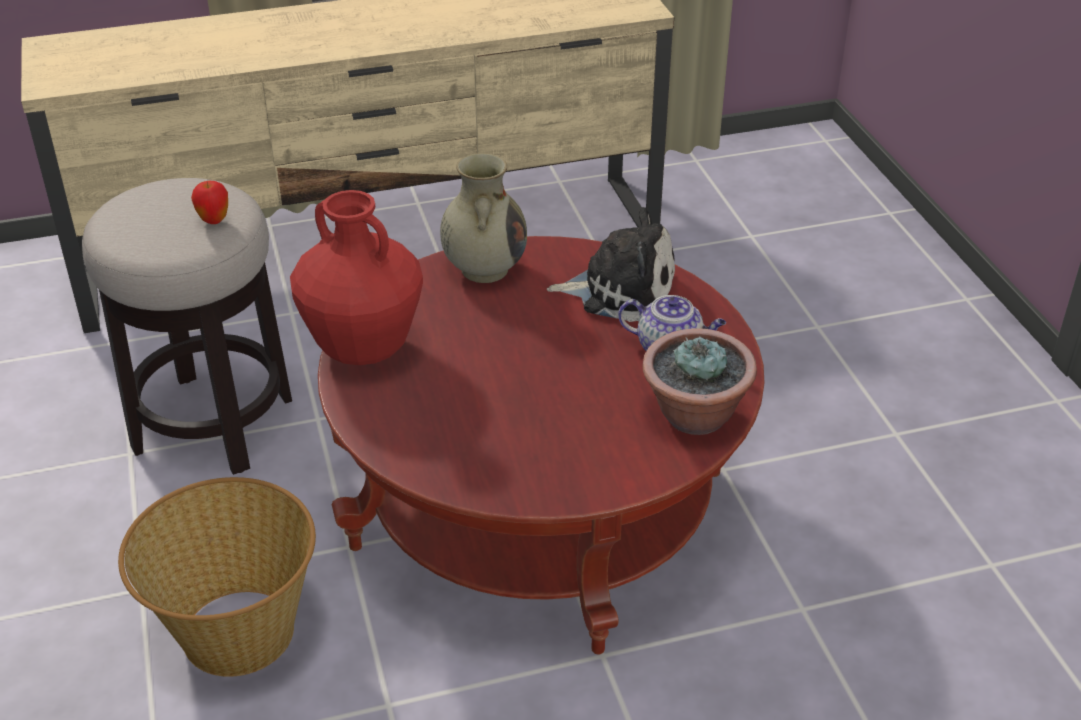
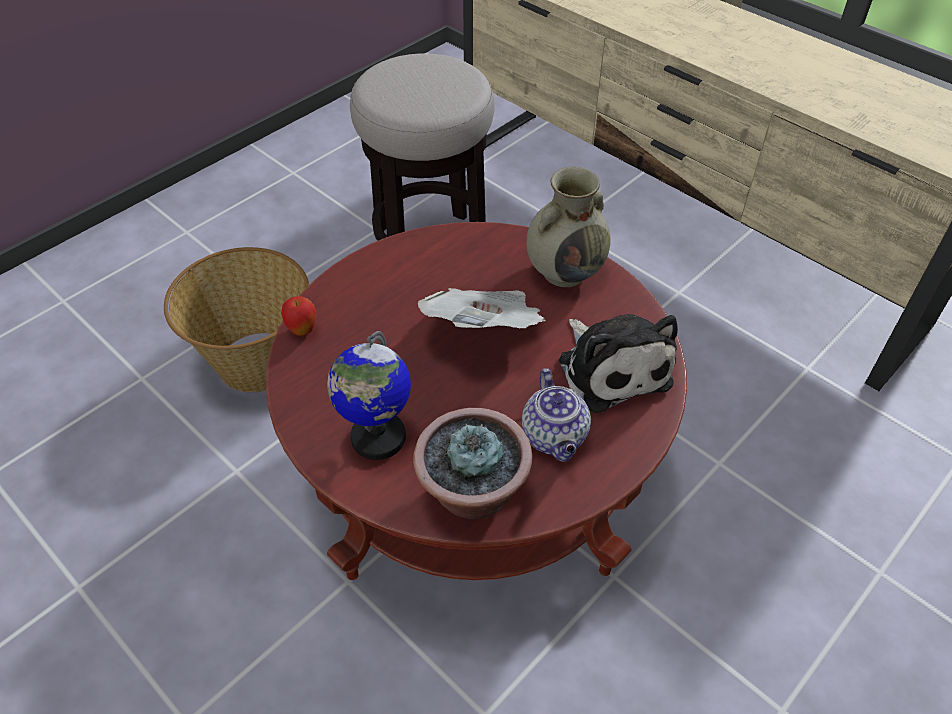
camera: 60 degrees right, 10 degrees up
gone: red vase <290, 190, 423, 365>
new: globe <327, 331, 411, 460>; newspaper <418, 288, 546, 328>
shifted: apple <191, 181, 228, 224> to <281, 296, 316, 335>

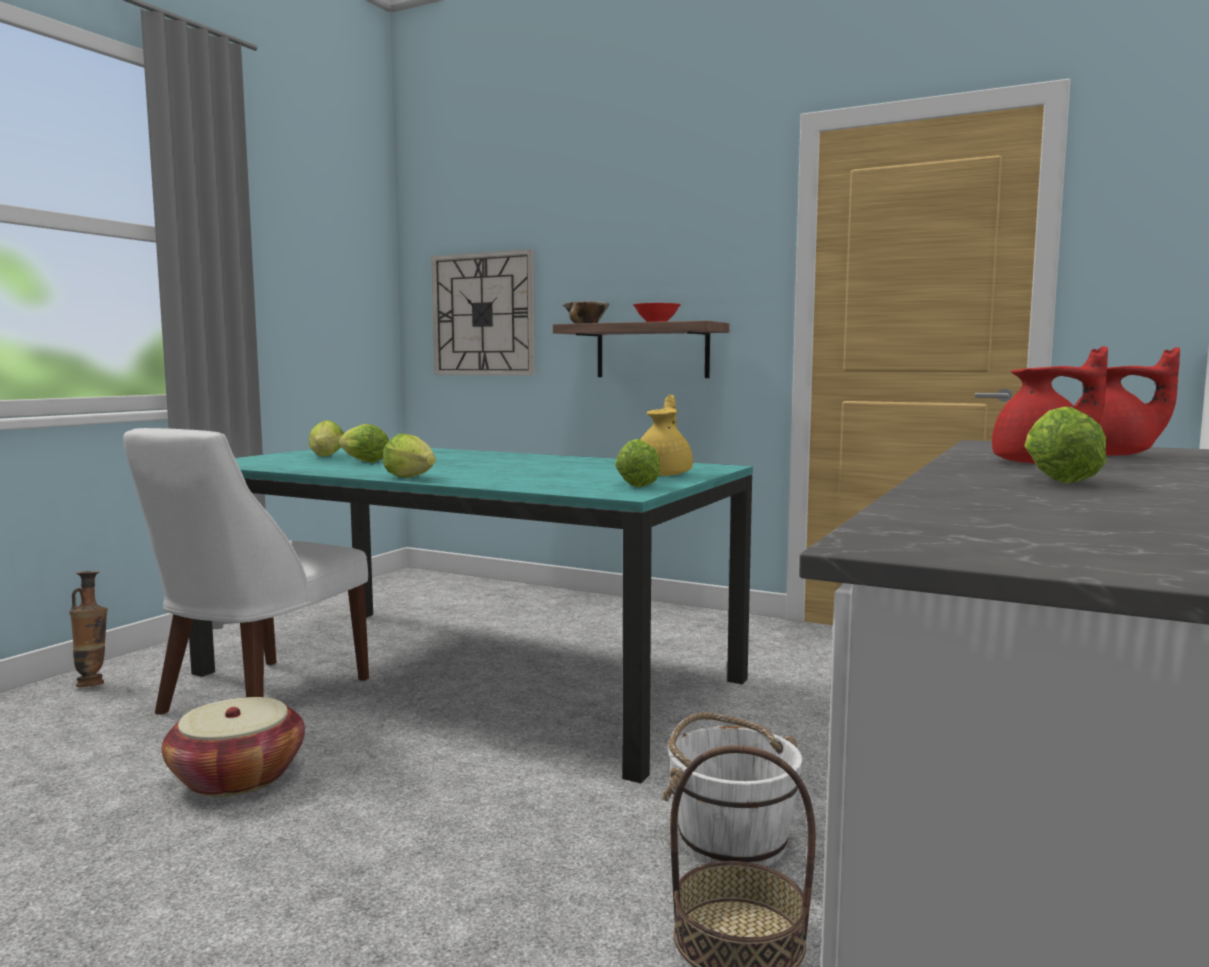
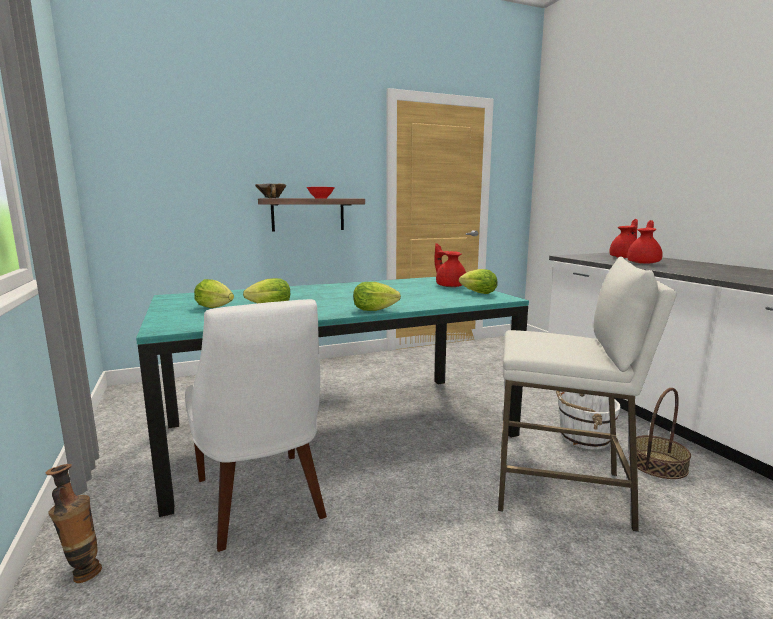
camera: 50 degrees left, 5 degrees up
gone: basket <162, 697, 305, 797>; wall clock <431, 250, 535, 375>; lettuce <1024, 407, 1106, 483>
new: white stool <498, 257, 677, 532>
repainted: yellow teapot <640, 394, 693, 476> to red teapot <435, 243, 466, 287>

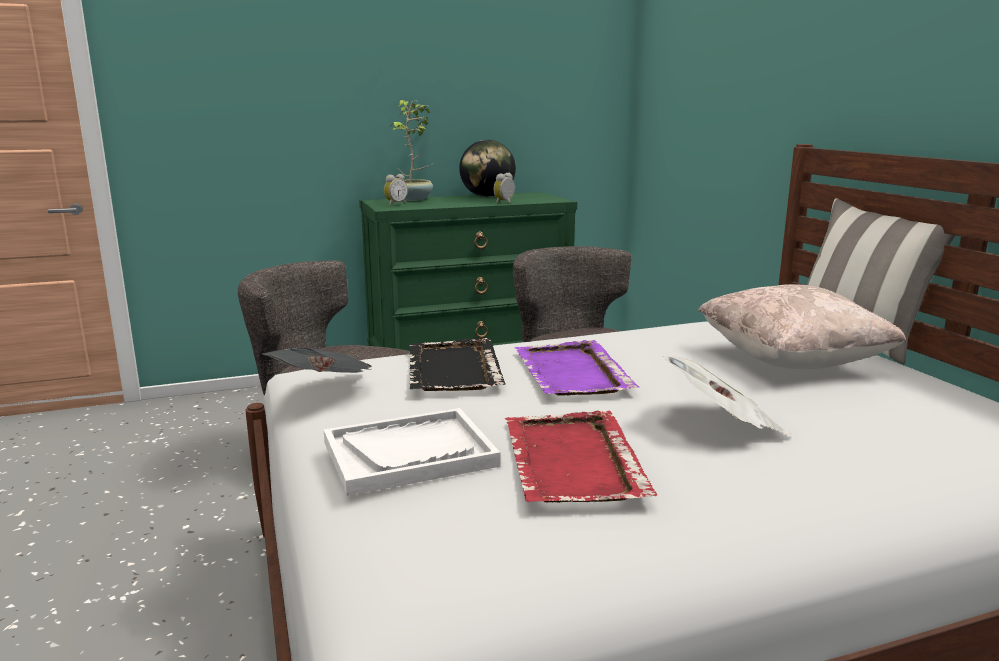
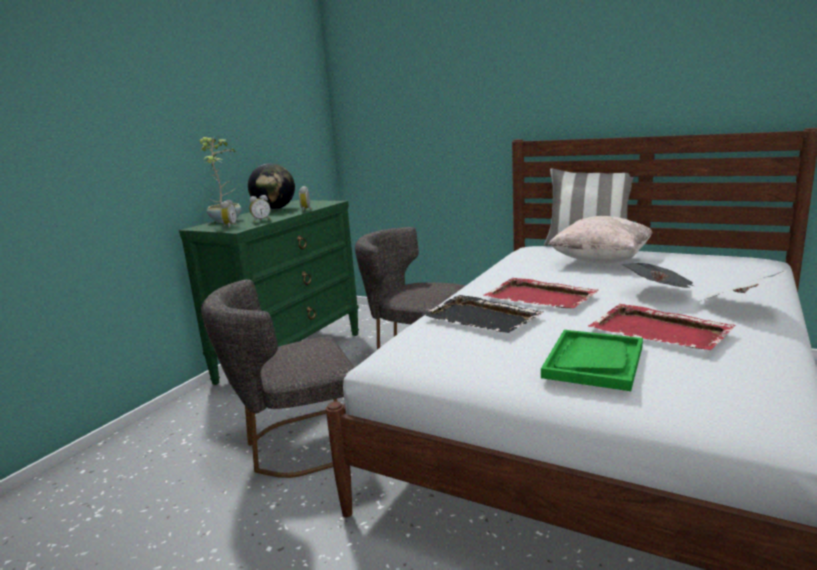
camera: 40 degrees left, 0 degrees up
new: alarm clock <249, 195, 271, 222>
shifted: newspaper <263, 348, 372, 373> to <701, 270, 787, 301>
repainted: white tray <323, 408, 501, 496> to green tray <541, 330, 643, 391>; purple tray <515, 340, 639, 396> to red tray <483, 278, 598, 309>

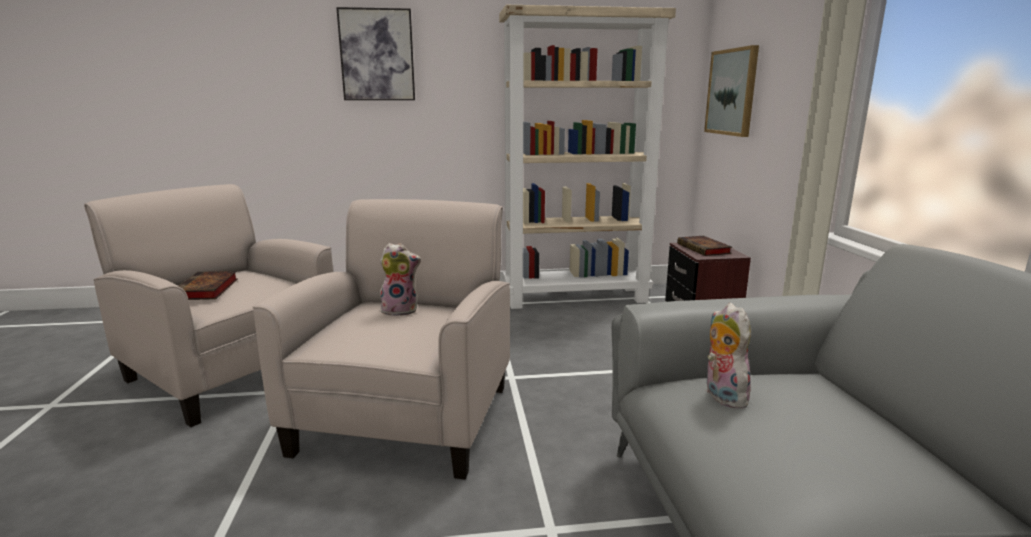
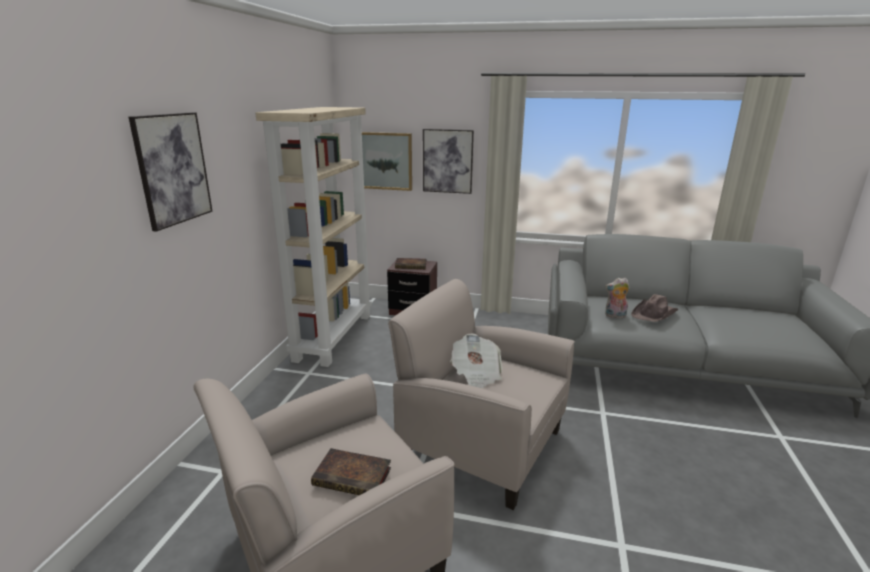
camera: 70 degrees left, 5 degrees up
new: picture <423, 129, 474, 194>; brown hat <631, 294, 678, 322>
swapped: plush toy <380, 243, 421, 316> to newspaper <451, 333, 502, 388>

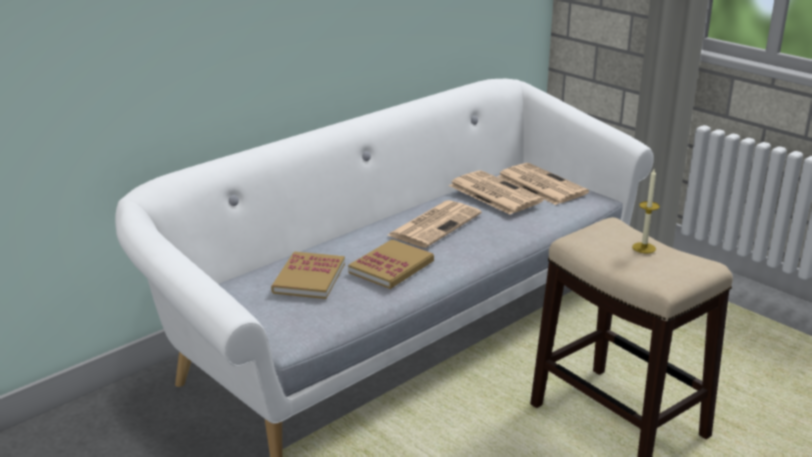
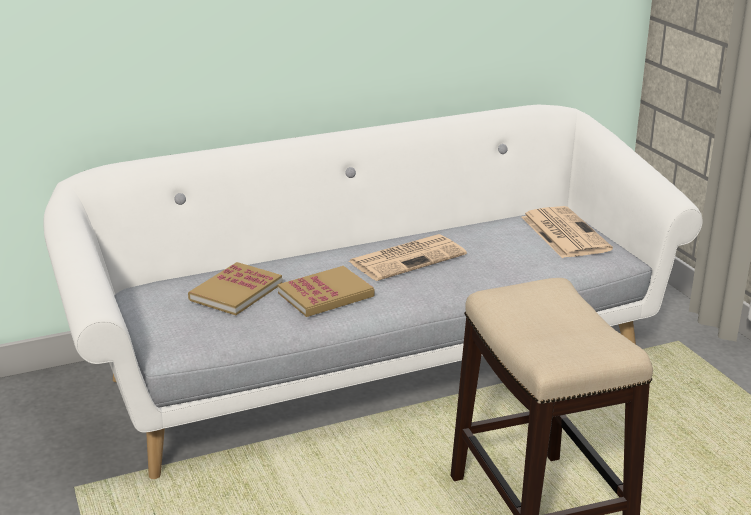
camera: 20 degrees right, 0 degrees up
gone: newspaper <449, 170, 544, 215>; candle <632, 169, 660, 253>

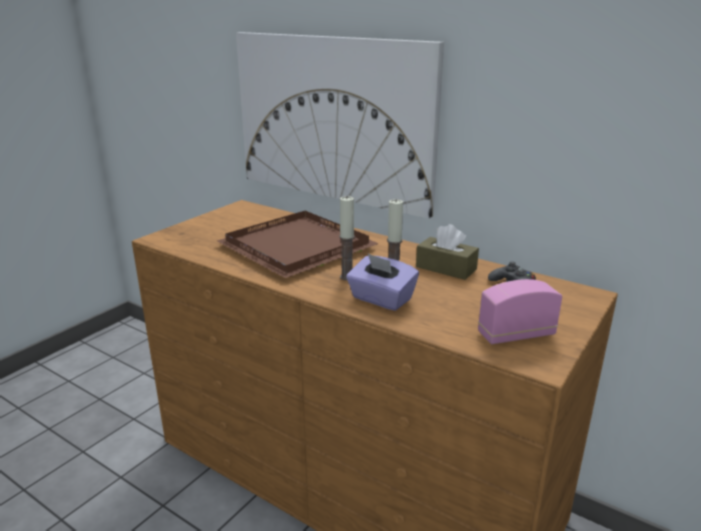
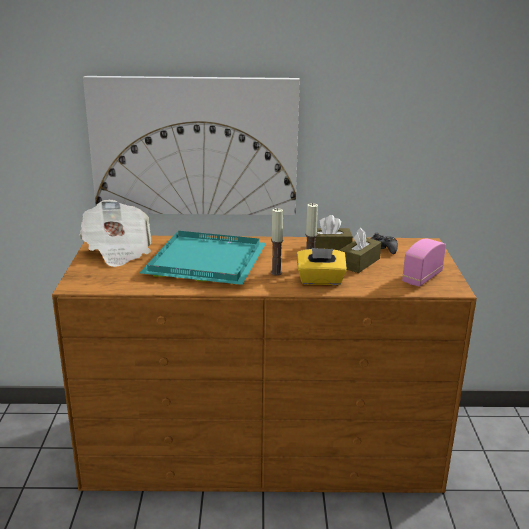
camera: 35 degrees left, 0 degrees up
new: newspaper <80, 200, 151, 267>; brown tissue box <340, 228, 381, 273>
repainted: brown tray <217, 211, 379, 278> to turquoise tray <140, 231, 266, 285>; purple tissue box <346, 254, 419, 311> to yellow tissue box <297, 248, 347, 285>

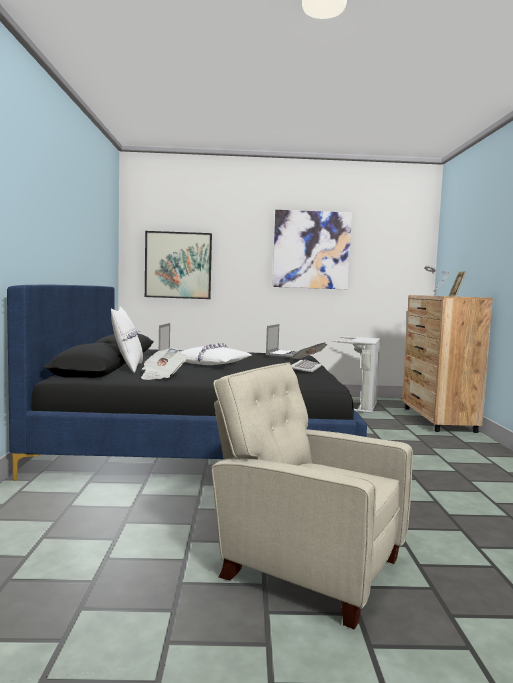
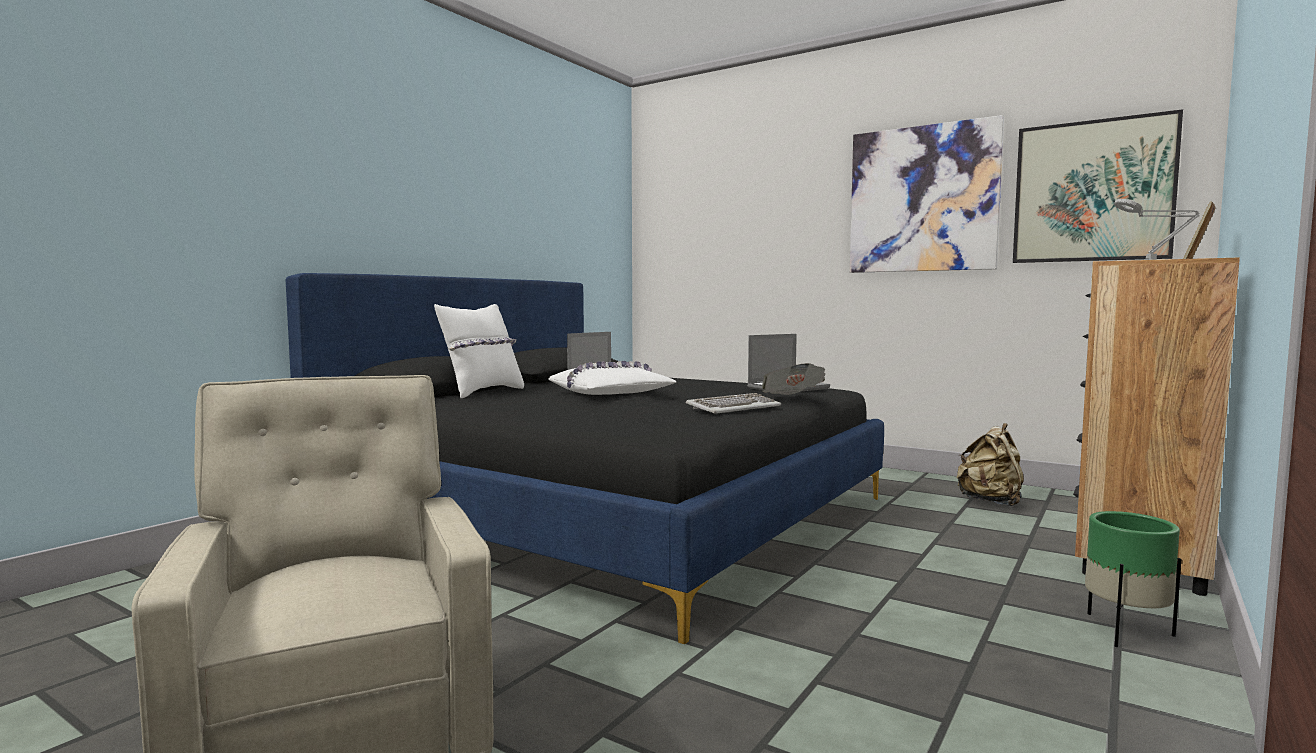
camera: 35 degrees right, 0 degrees up
gone: newspaper <141, 348, 187, 380>
new: green planter <1085, 511, 1181, 647>
shifted: picture <145, 231, 212, 299> to <1013, 109, 1183, 263>
swapped: grey laundry basket <332, 336, 380, 413> to beige backpack <956, 423, 1024, 506>

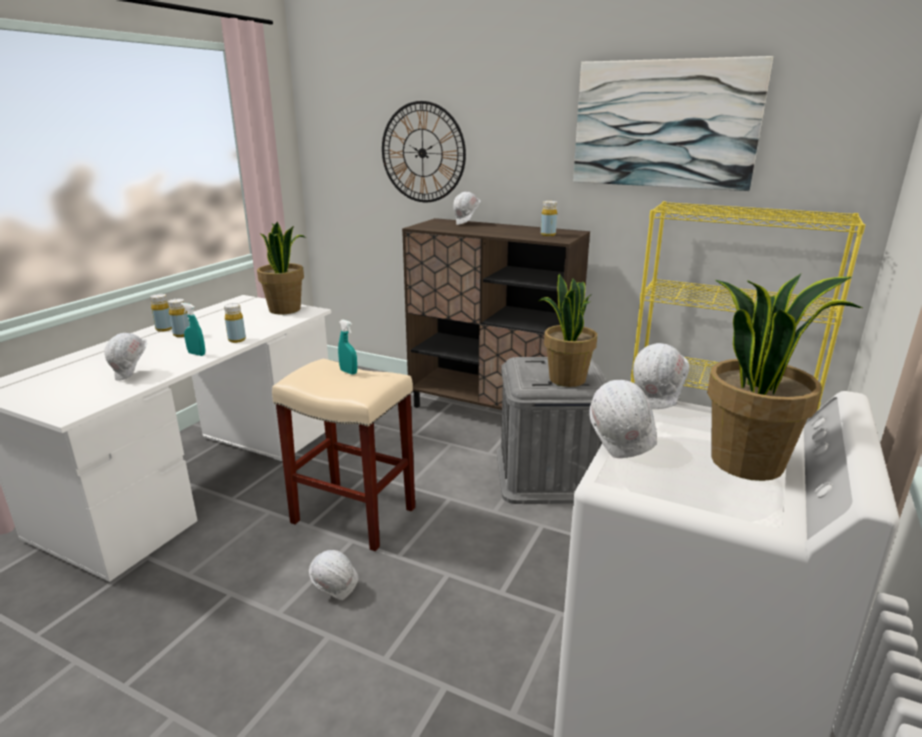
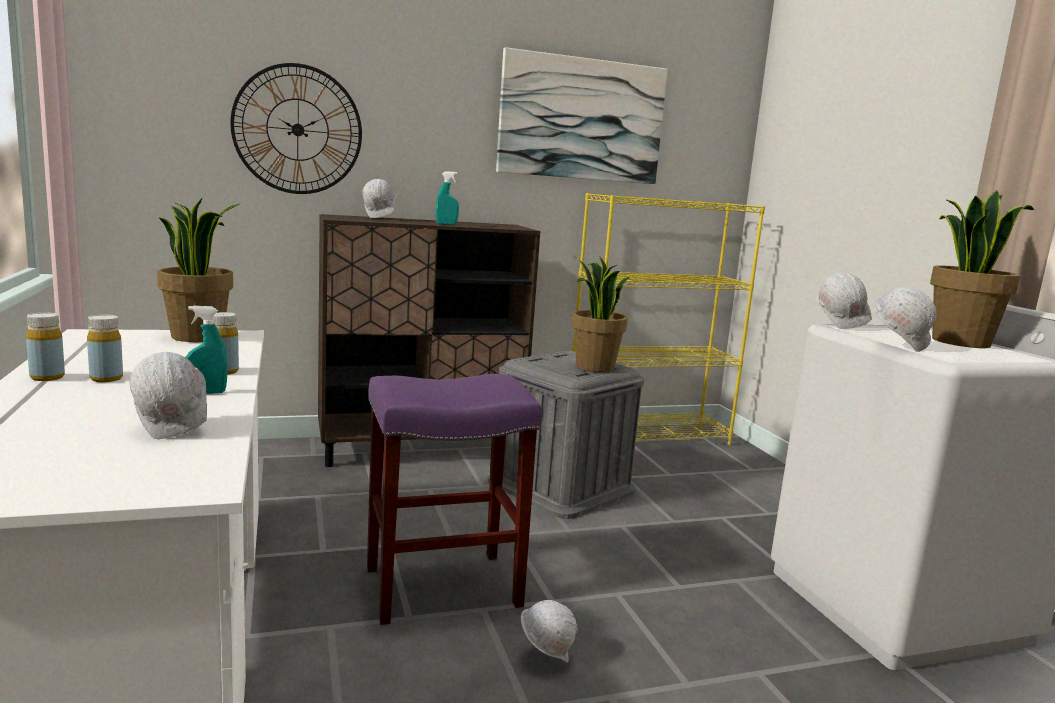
camera: 45 degrees left, 10 degrees down
gone: yellow bottle <541, 201, 557, 236>
shifted: turquoise spray bottle <338, 320, 357, 375> to <436, 171, 459, 225>
repainted: beige stool <272, 359, 415, 551> to purple stool <367, 374, 542, 625>

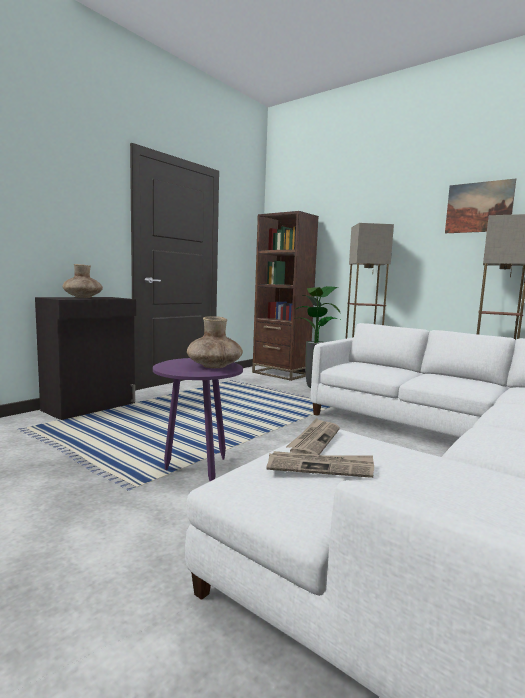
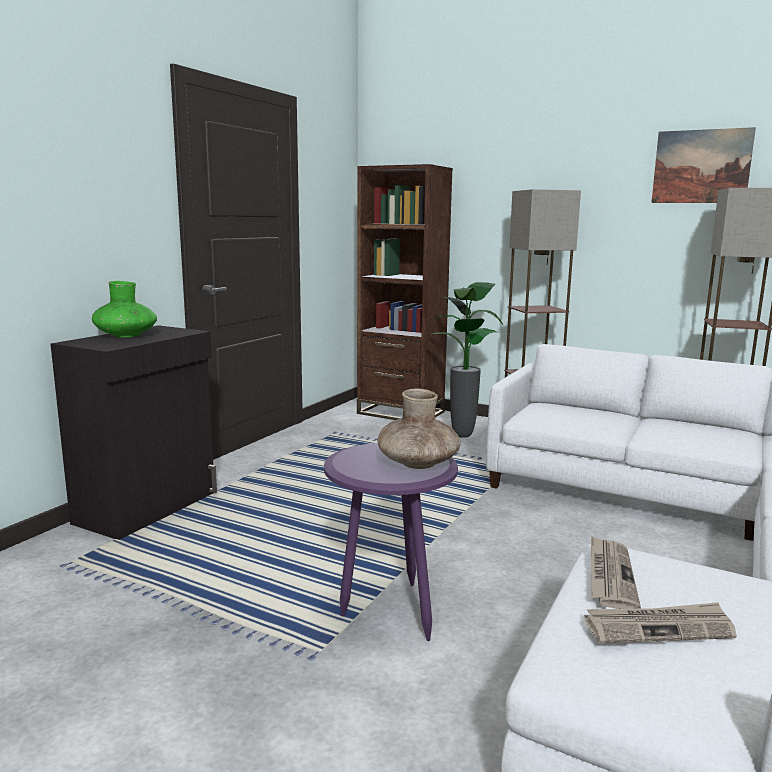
camera: 10 degrees left, 5 degrees up
repainted: brown vase <63, 264, 103, 298> to green vase <92, 281, 157, 338>

